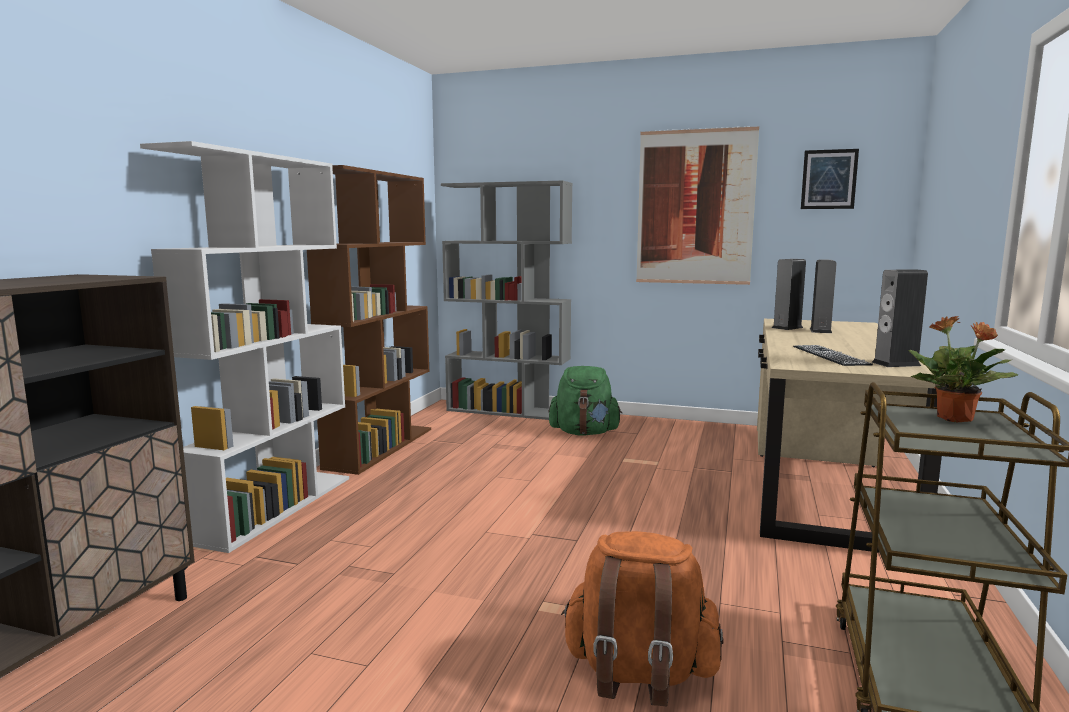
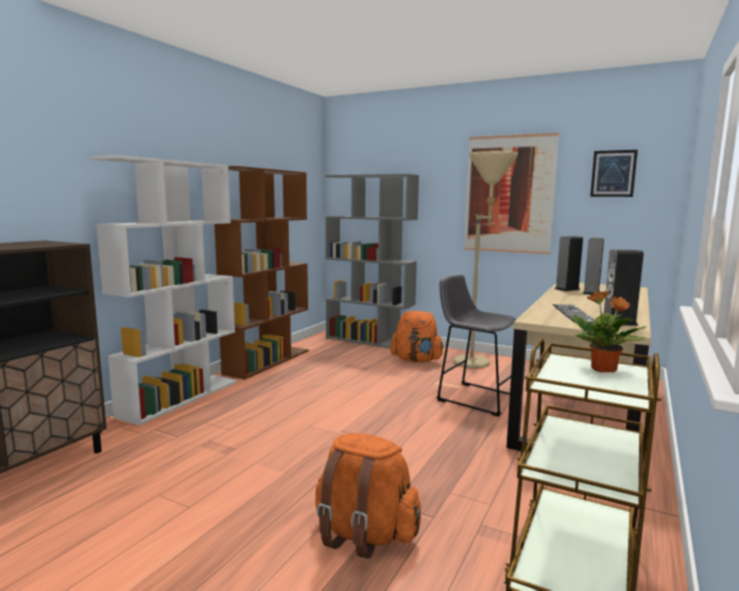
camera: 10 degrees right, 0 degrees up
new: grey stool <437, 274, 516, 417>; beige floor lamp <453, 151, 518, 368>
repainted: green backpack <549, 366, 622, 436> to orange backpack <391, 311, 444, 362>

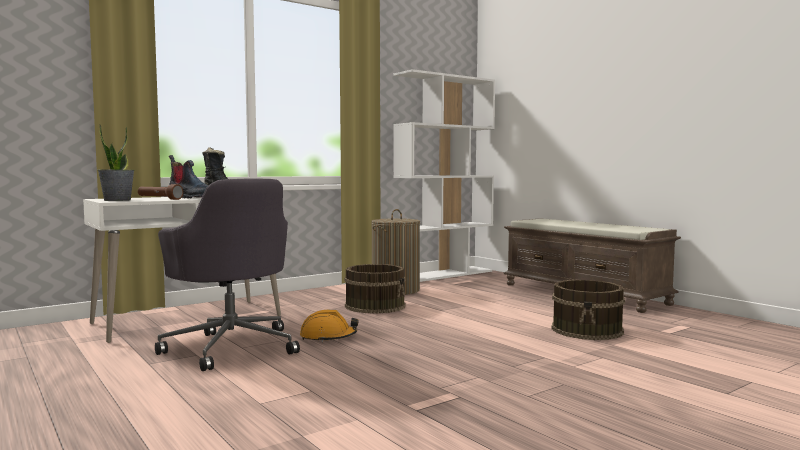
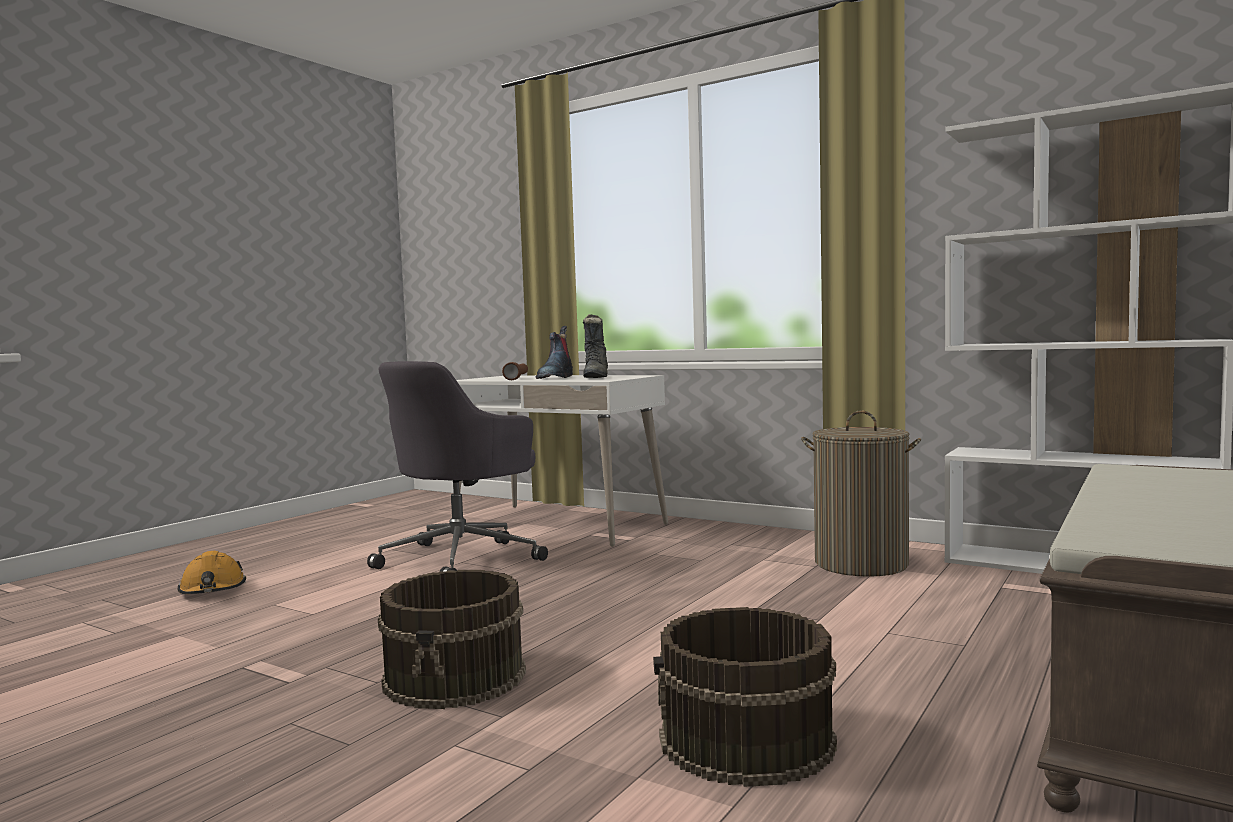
camera: 70 degrees right, 0 degrees up
gone: potted plant <98, 125, 135, 201>
shifted: orange hard hat <300, 310, 359, 342> to <178, 551, 246, 594>; brown bucket <345, 264, 406, 313> to <378, 570, 526, 709>

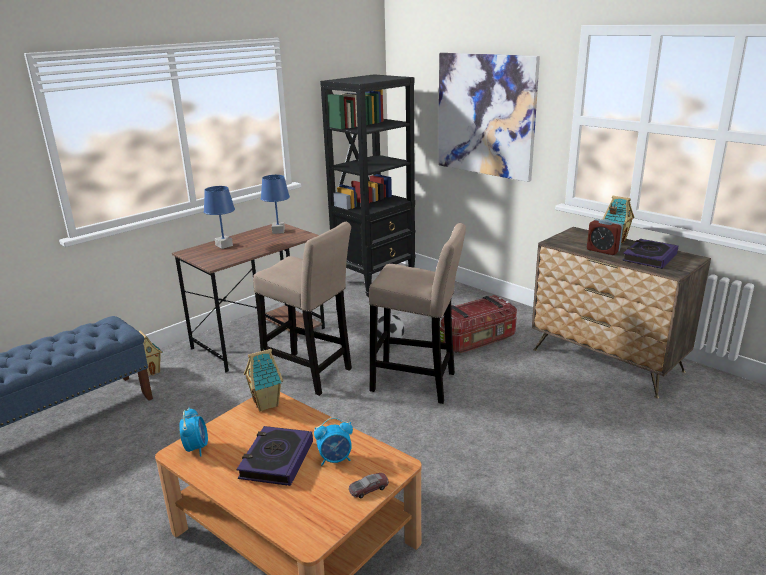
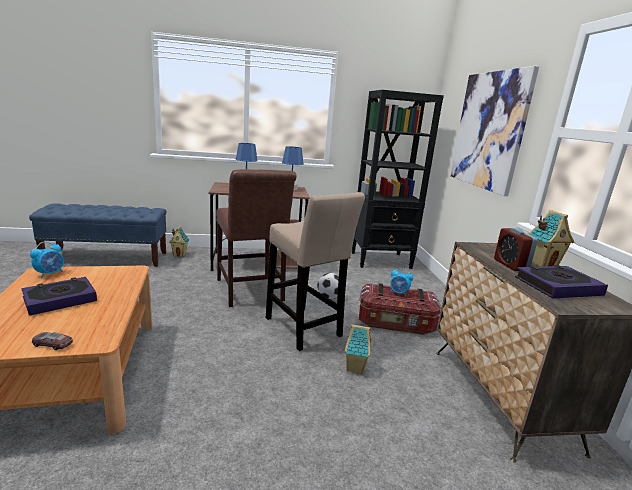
camera: 35 degrees right, 5 degrees down
shifted: toy house <244, 349, 283, 412> to <345, 324, 371, 374>; alarm clock <314, 418, 353, 466> to <390, 268, 413, 297>
swapped: beige stool <253, 222, 352, 396> to brown chair <216, 169, 296, 307>

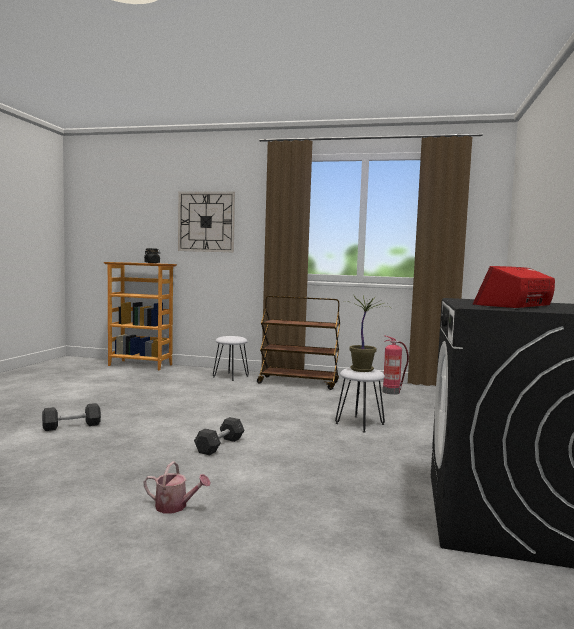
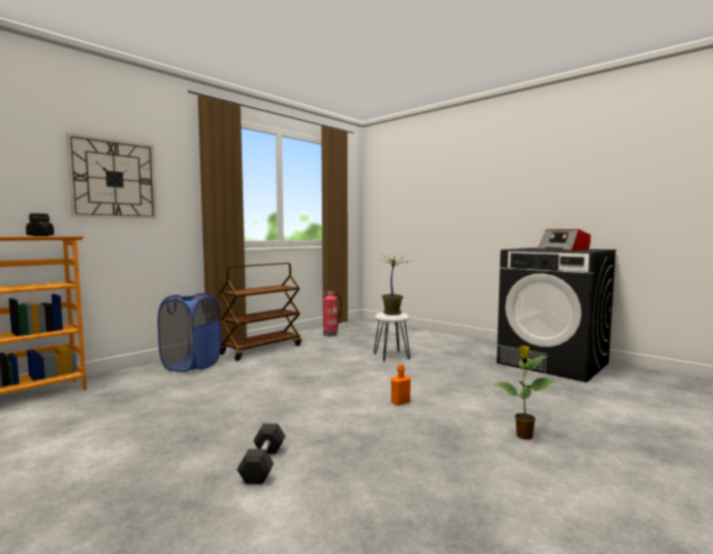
camera: 60 degrees left, 0 degrees up
swapped: watering can <143, 461, 210, 513> to potted plant <494, 345, 556, 440>; grey dumbbell <194, 417, 244, 455> to orange bottle <391, 364, 411, 406>; white stool <213, 336, 249, 381> to blue laundry basket <158, 293, 221, 372>

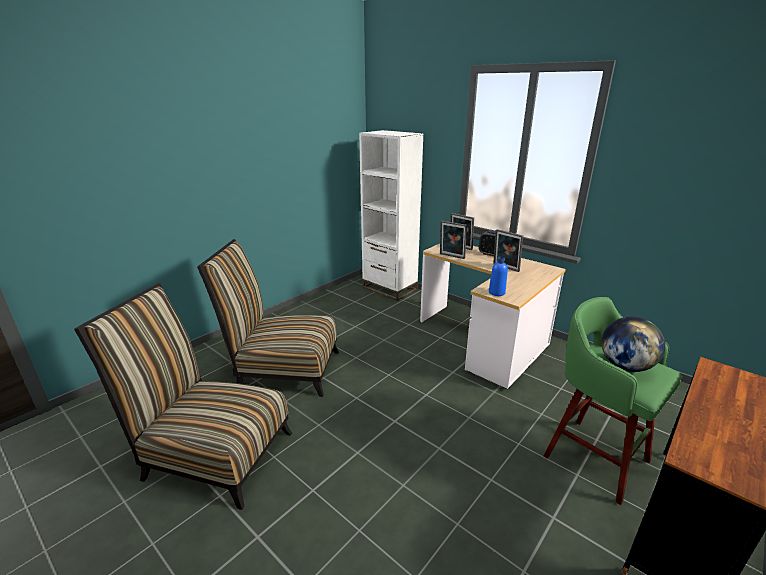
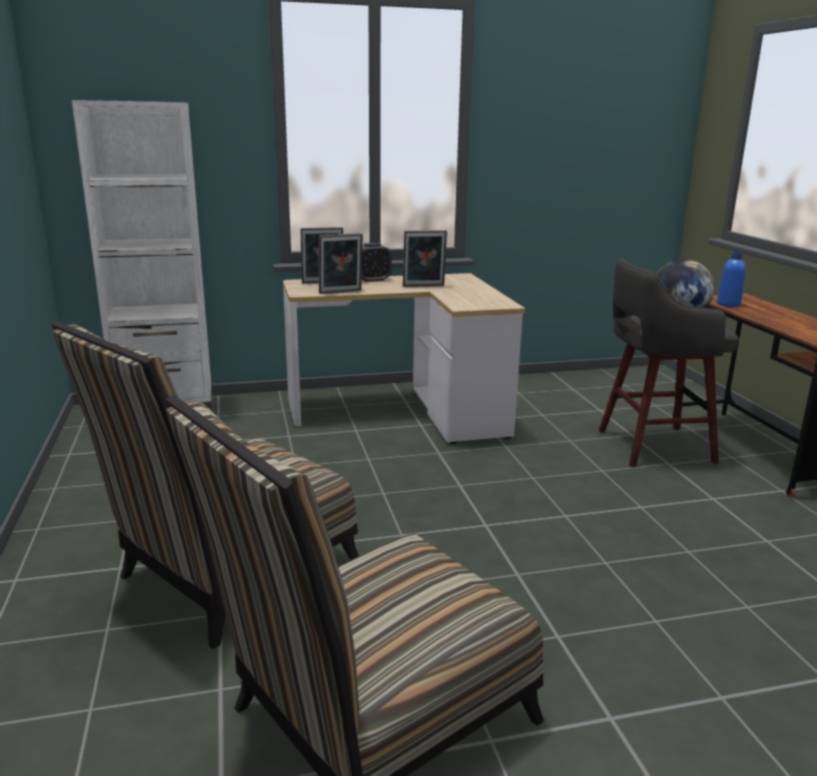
camera: 55 degrees left, 5 degrees down
shifted: blue bottle <489, 257, 508, 296> to <717, 251, 746, 307>
repainted: green stool <543, 297, 682, 505> to grey stool <599, 258, 739, 467>

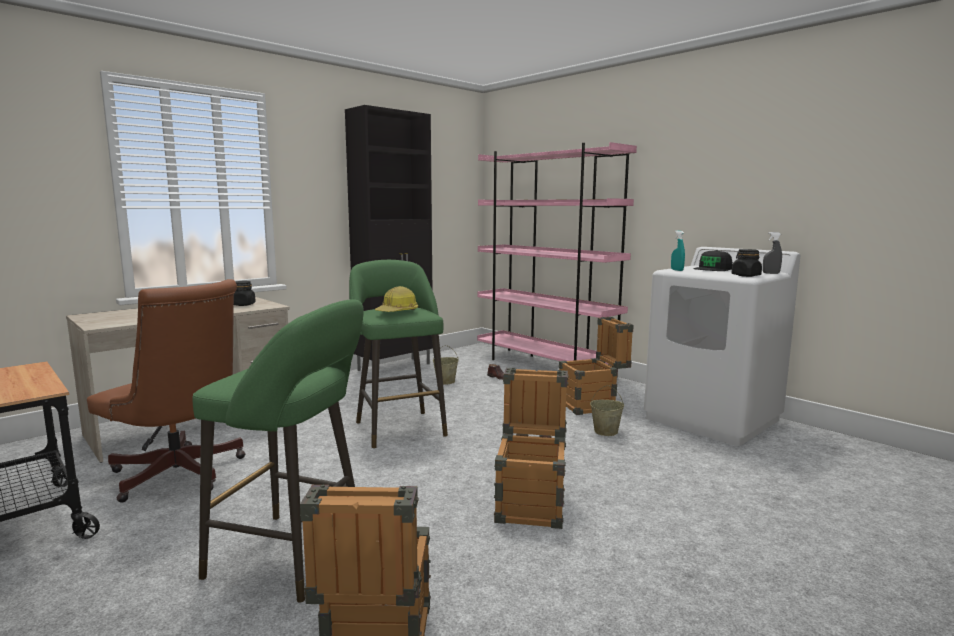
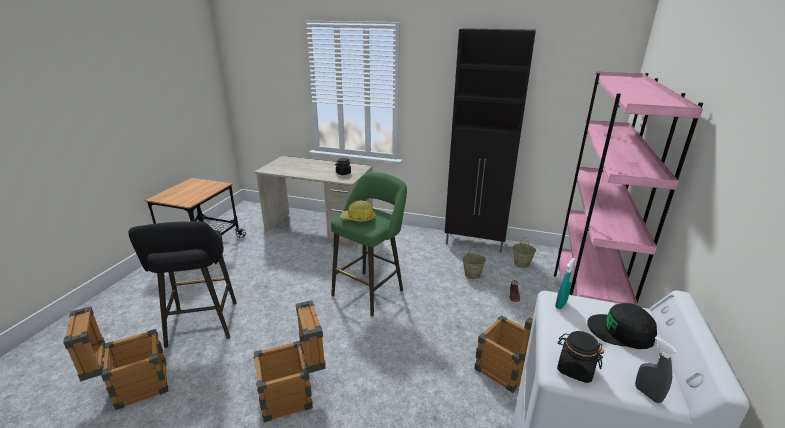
camera: 60 degrees right, 15 degrees up
gone: brown office chair <87, 279, 245, 503>
shifted: beige bucket <590, 385, 624, 436> to <513, 237, 536, 268>
repainted: green stool <192, 299, 364, 603> to black stool <128, 221, 237, 348>

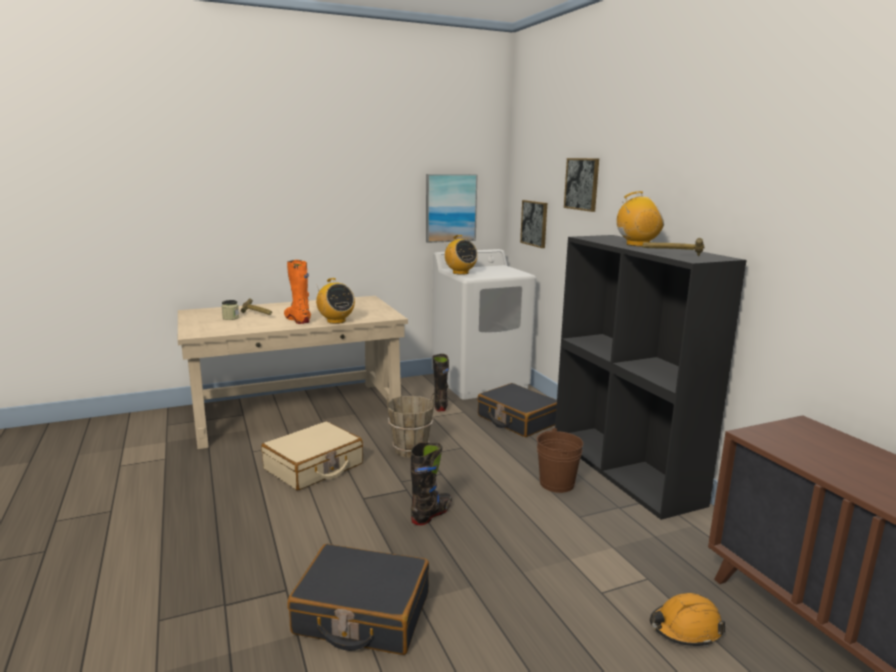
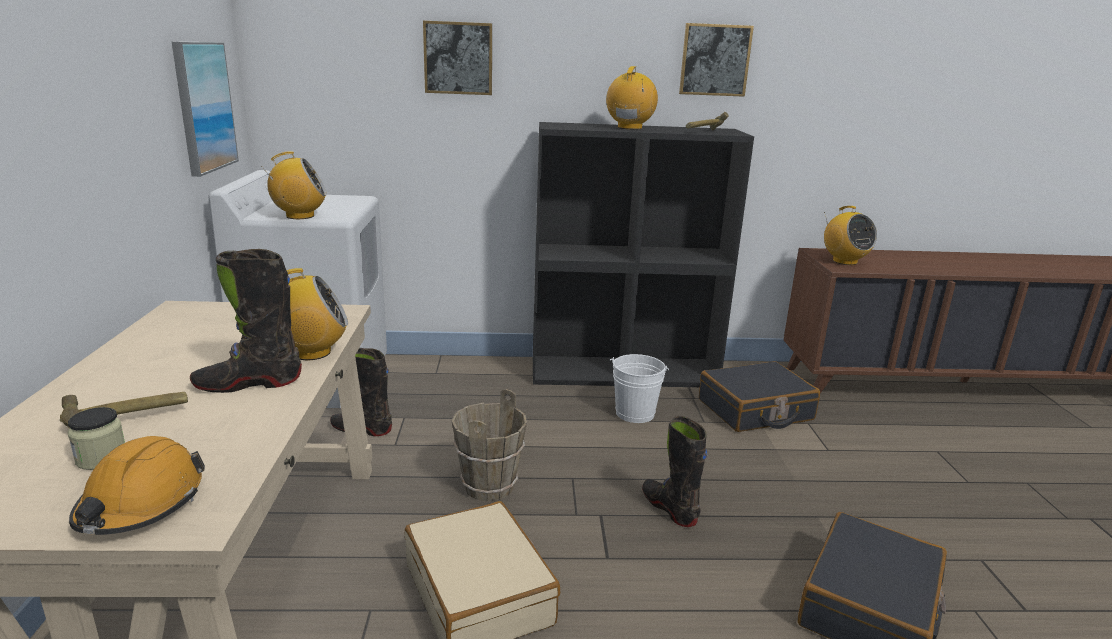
camera: 70 degrees left, 5 degrees up
new: radio <824, 206, 877, 265>
shifted: black suitcase <477, 383, 557, 437> to <699, 361, 820, 432>; picture <520, 200, 547, 248> to <679, 23, 754, 97>; orange hard hat <650, 593, 725, 647> to <69, 436, 205, 535>
repainted: orange boot <284, 260, 311, 324> to black boot <190, 249, 302, 393>; brown bucket <537, 428, 583, 493> to white bucket <610, 354, 669, 423>

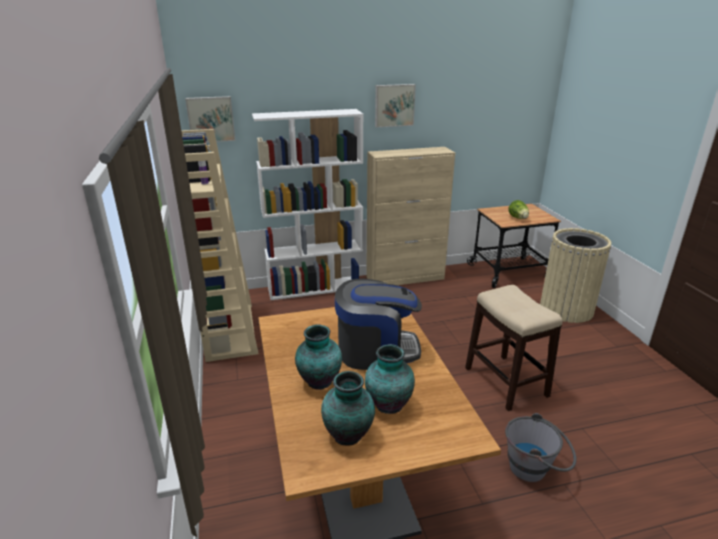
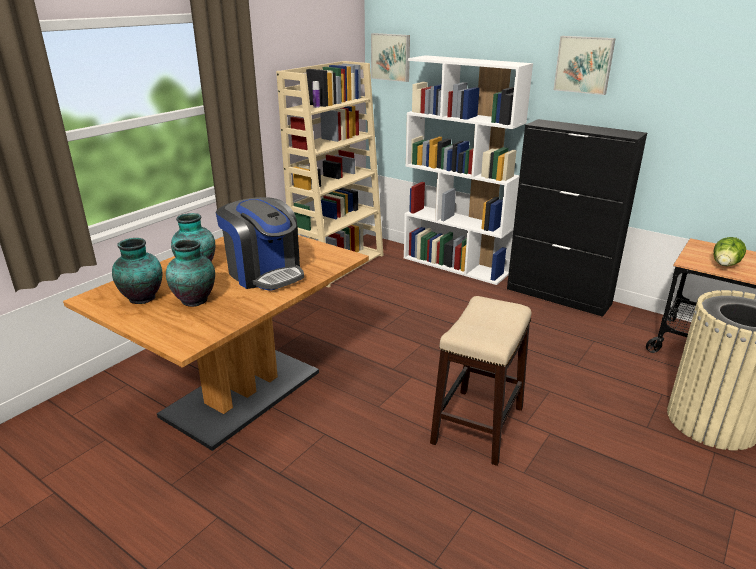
camera: 50 degrees right, 0 degrees up
gone: grey bucket <505, 413, 577, 482>
repainted: beige cabinet <366, 147, 455, 285> to black cabinet <507, 119, 647, 317>

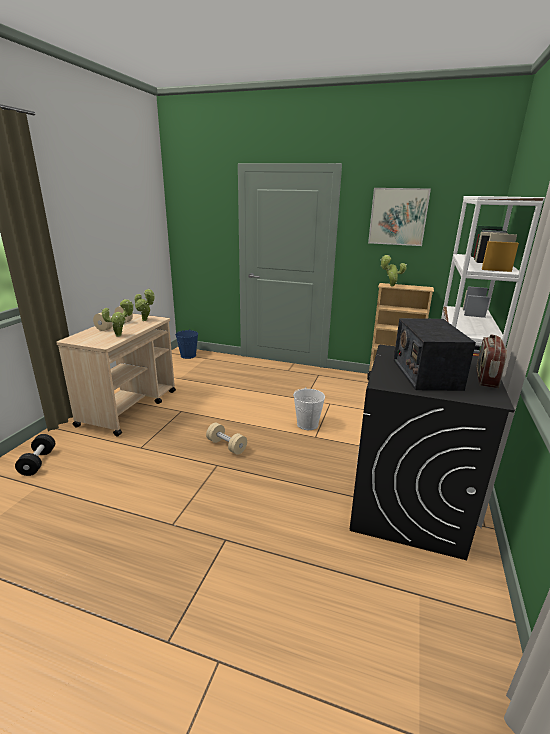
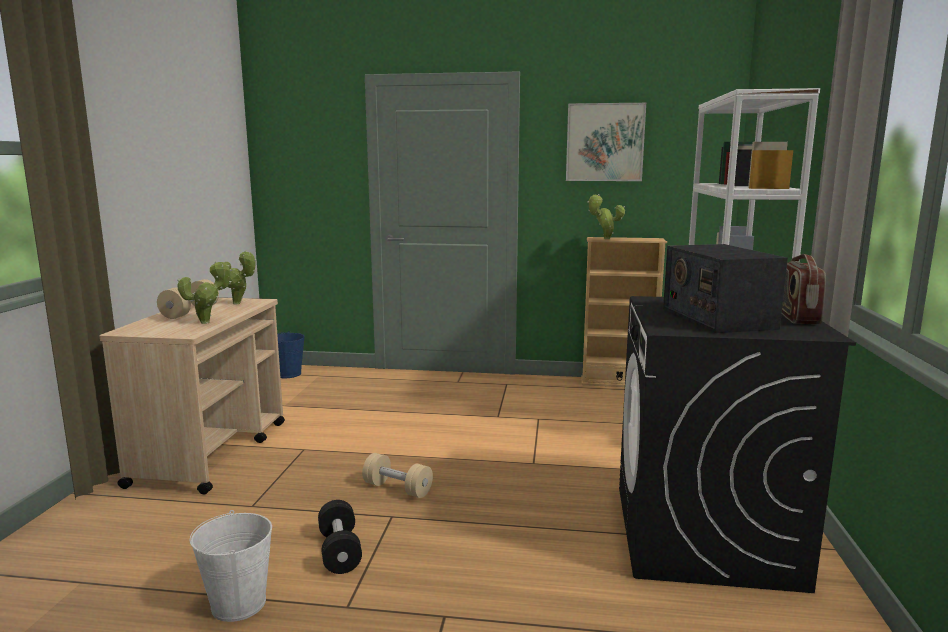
camera: 10 degrees left, 10 degrees down
shifted: black dumbbell <15, 434, 55, 476> to <318, 500, 362, 574>; white bucket <293, 387, 325, 430> to <190, 510, 272, 622>

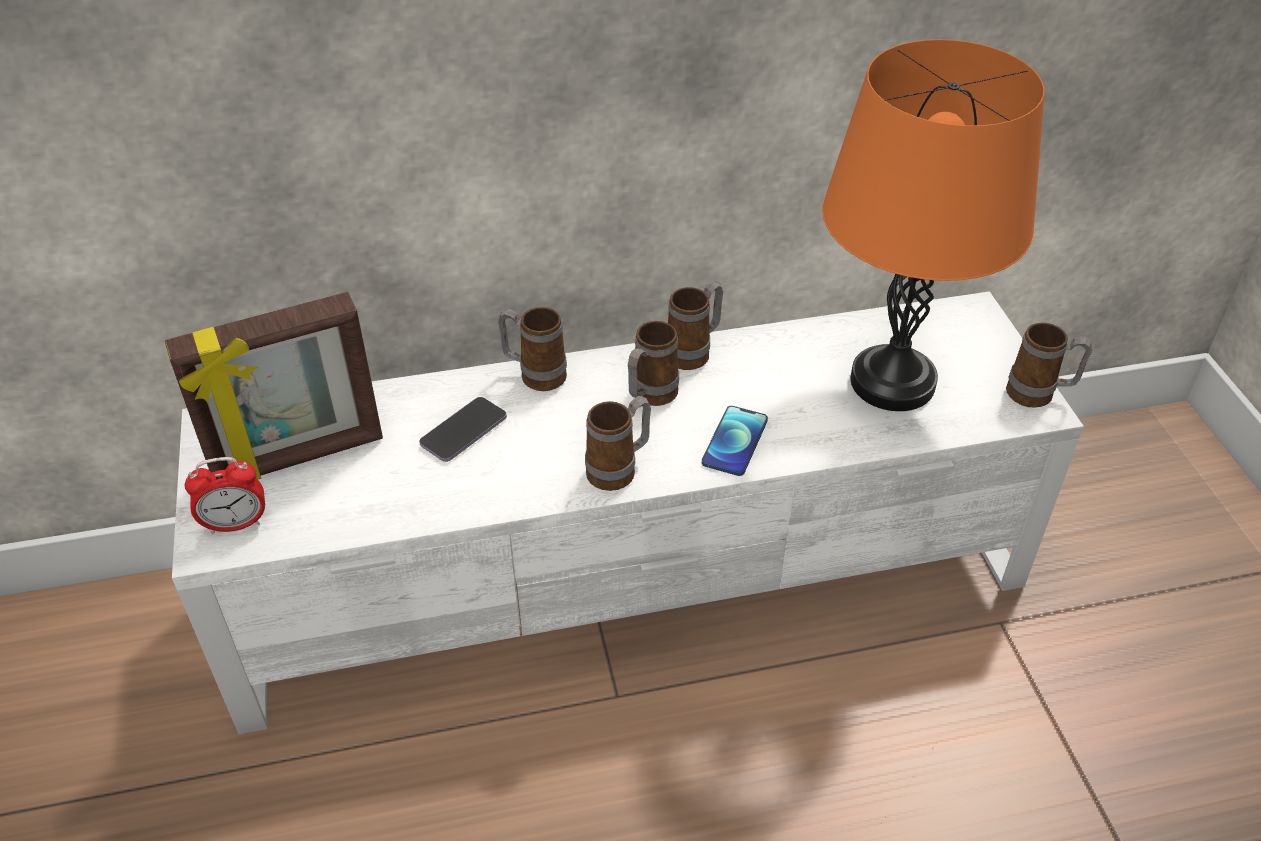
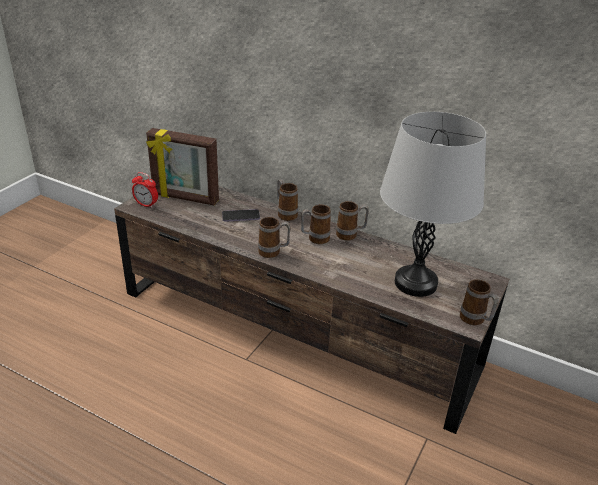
camera: 40 degrees right, 10 degrees down
gone: phone <702, 406, 768, 476>
repainted: white tv stand <172, 291, 1084, 734> to brown tv stand <114, 186, 509, 434>; orange table lamp <822, 39, 1045, 411> to grey table lamp <380, 112, 486, 297>

